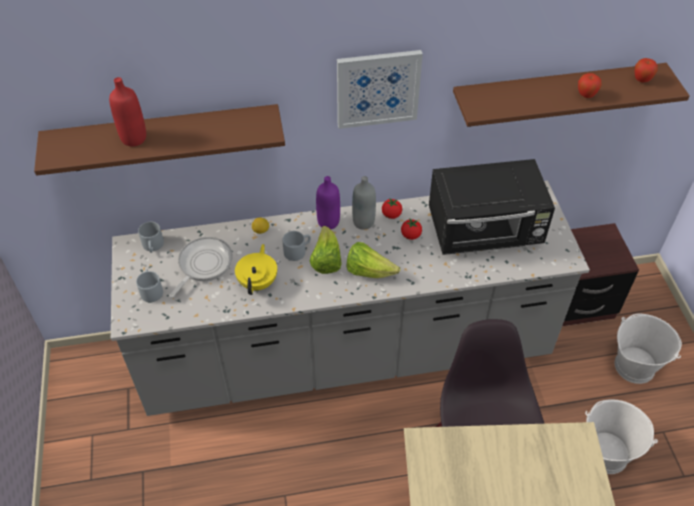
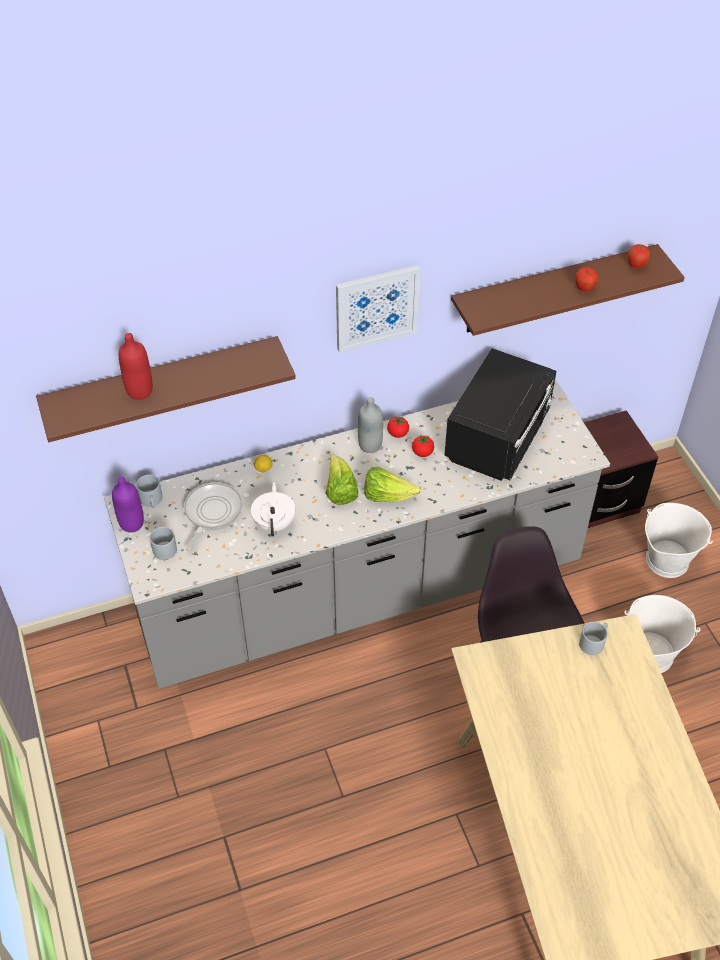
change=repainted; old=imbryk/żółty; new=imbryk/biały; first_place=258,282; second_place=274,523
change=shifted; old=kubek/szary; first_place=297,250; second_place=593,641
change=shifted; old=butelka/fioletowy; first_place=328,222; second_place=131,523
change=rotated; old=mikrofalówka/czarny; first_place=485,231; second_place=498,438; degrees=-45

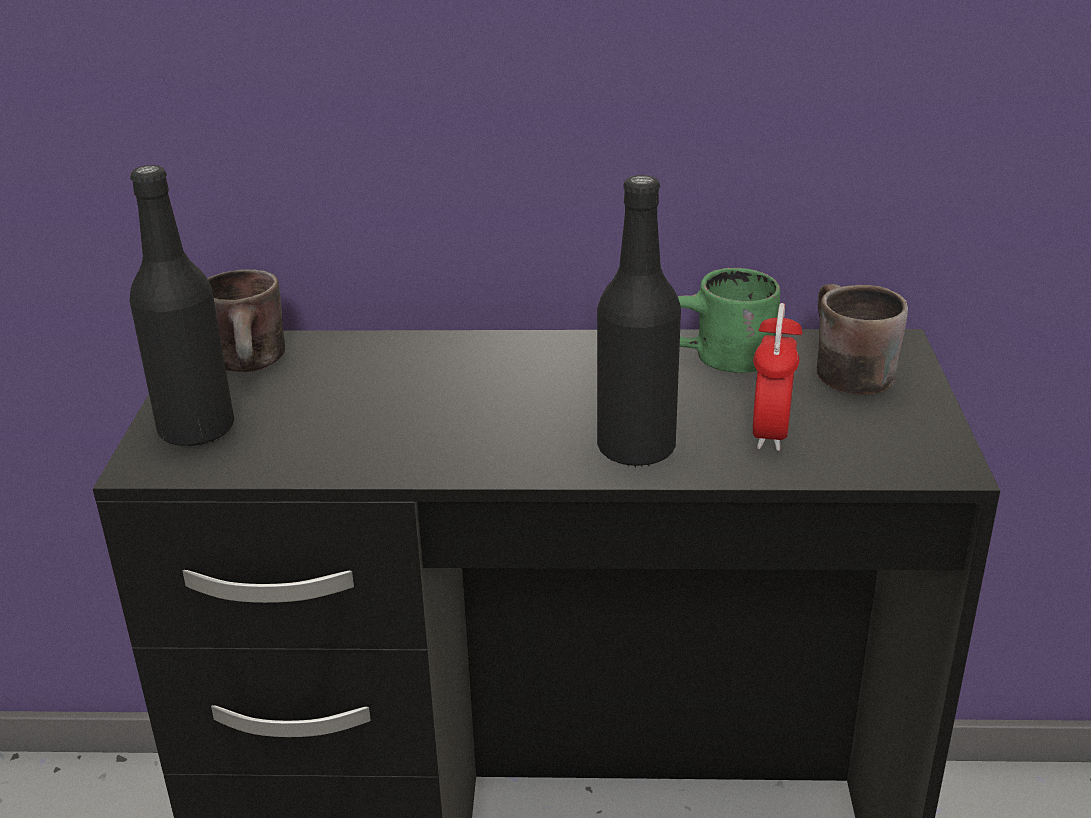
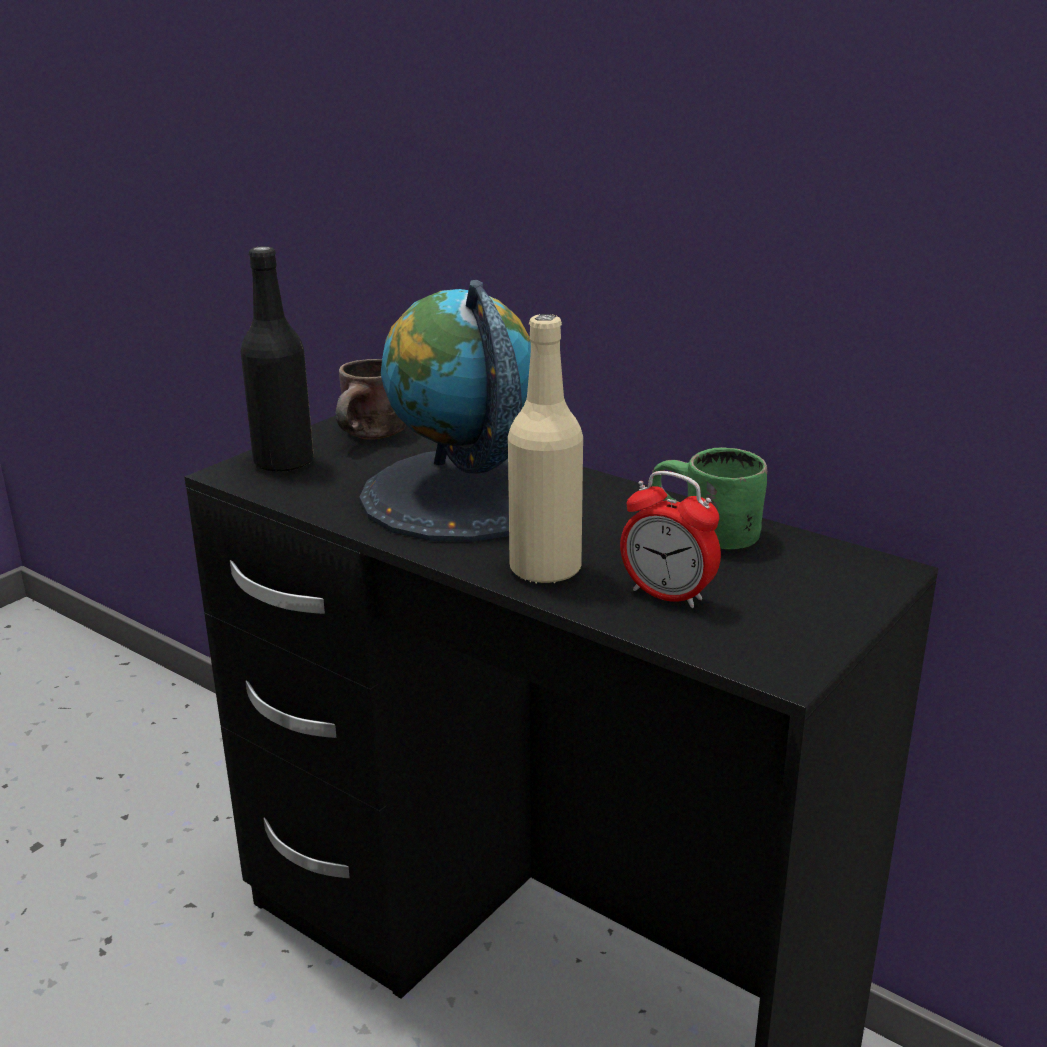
change=repainted; old=butelka/czarny; new=butelka/beżowy; first_place=636,448; second_place=545,569
change=rotated; old=budzik; first_place=770,432; second_place=668,595; degrees=-105
change=gone; old=kubek/brązowy; first_place=840,371
change=new; new=globus; second_place=462,495

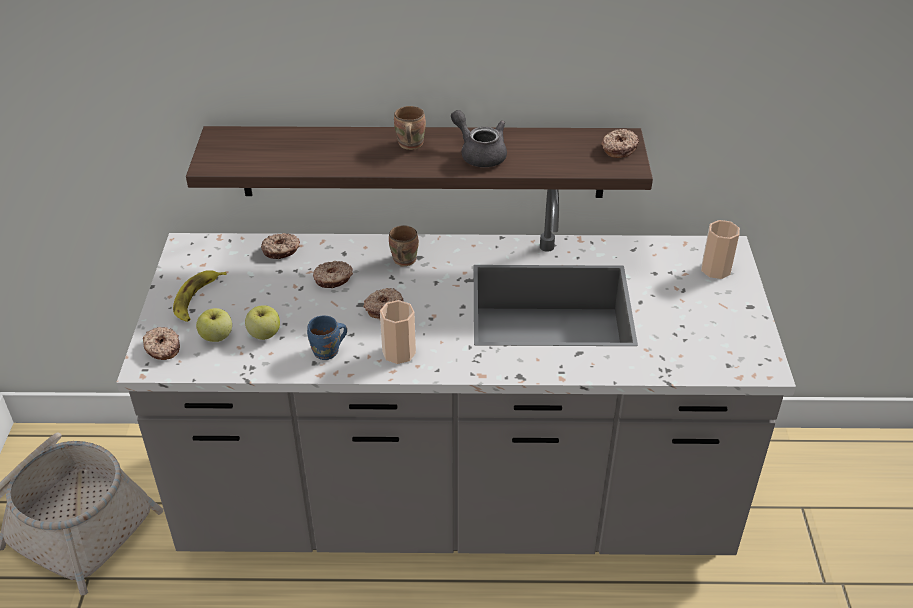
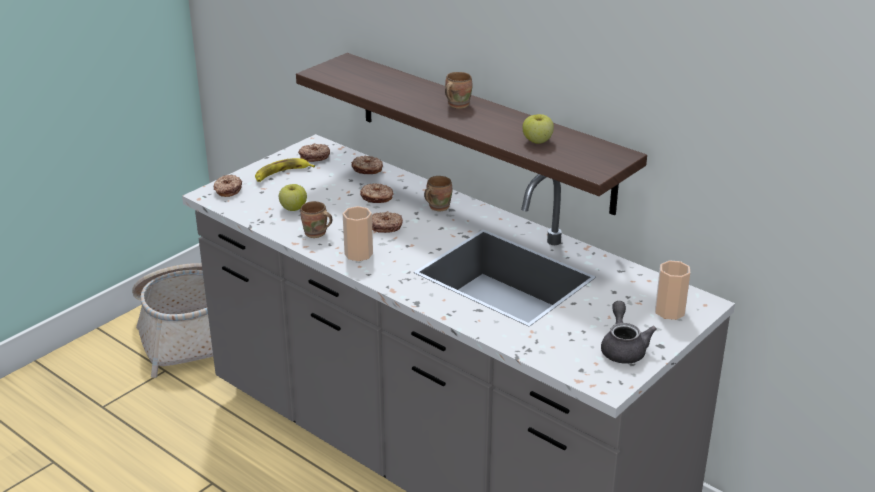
change=shifted; old=jabłko; first_place=217,337; second_place=537,141
change=repainted; old=kubek/niebieski; new=kubek/brązowy; first_place=328,352; second_place=316,234
change=shifted; old=imbryk/szary; first_place=479,154; second_place=623,348
change=shifted; old=donut; first_place=618,148; second_place=314,156

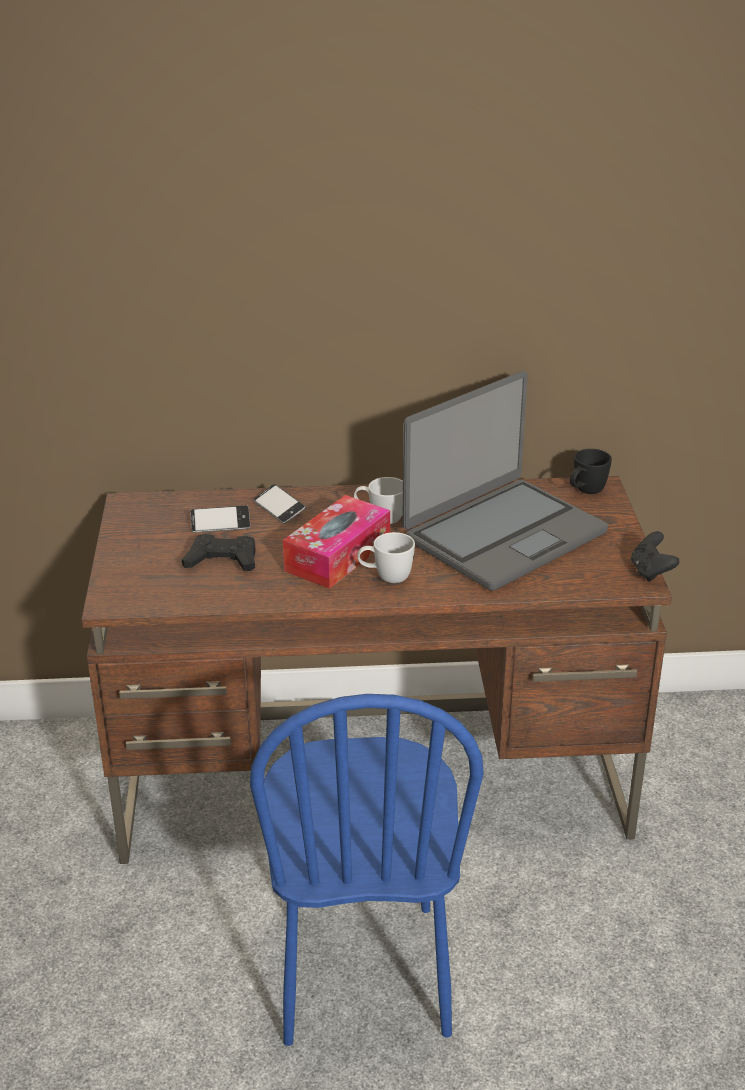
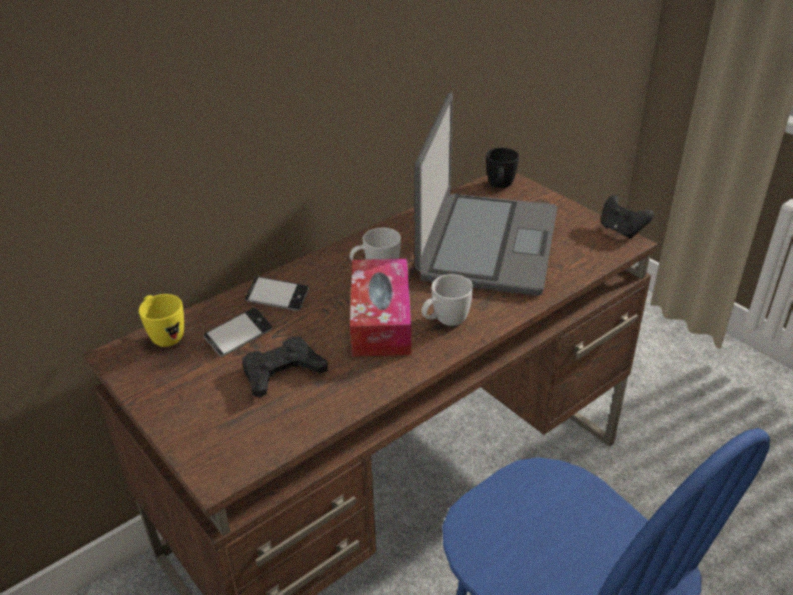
change=new; new=kubek/żółty; second_place=164,335

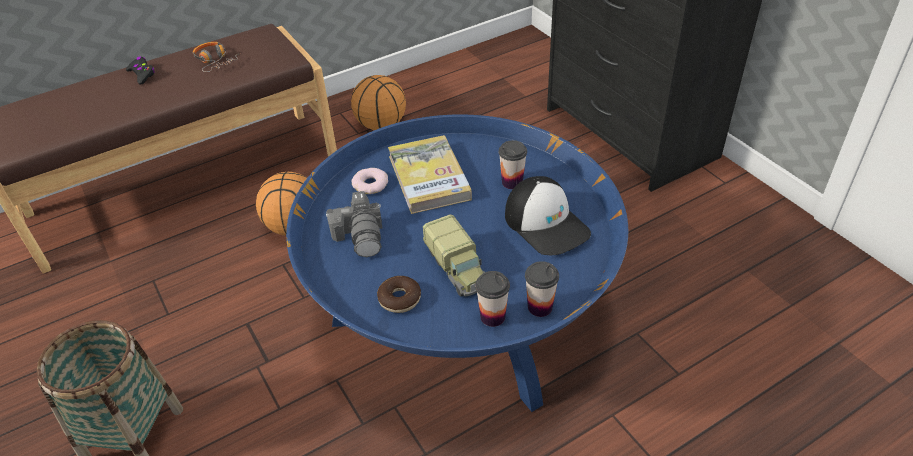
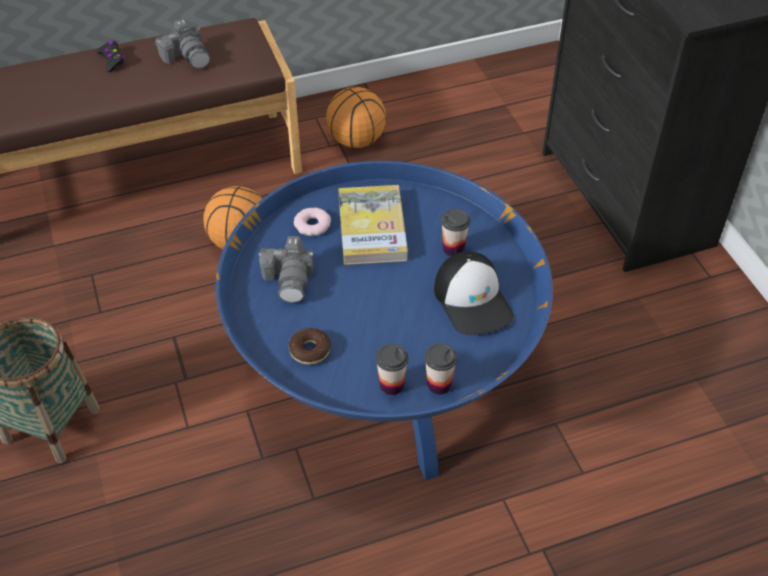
change=swapped; old=słuchawki; new=aparat fotograficzny; first_place=215,61; second_place=187,56
change=gone; old=ciężarówka zabawkowa; first_place=457,268

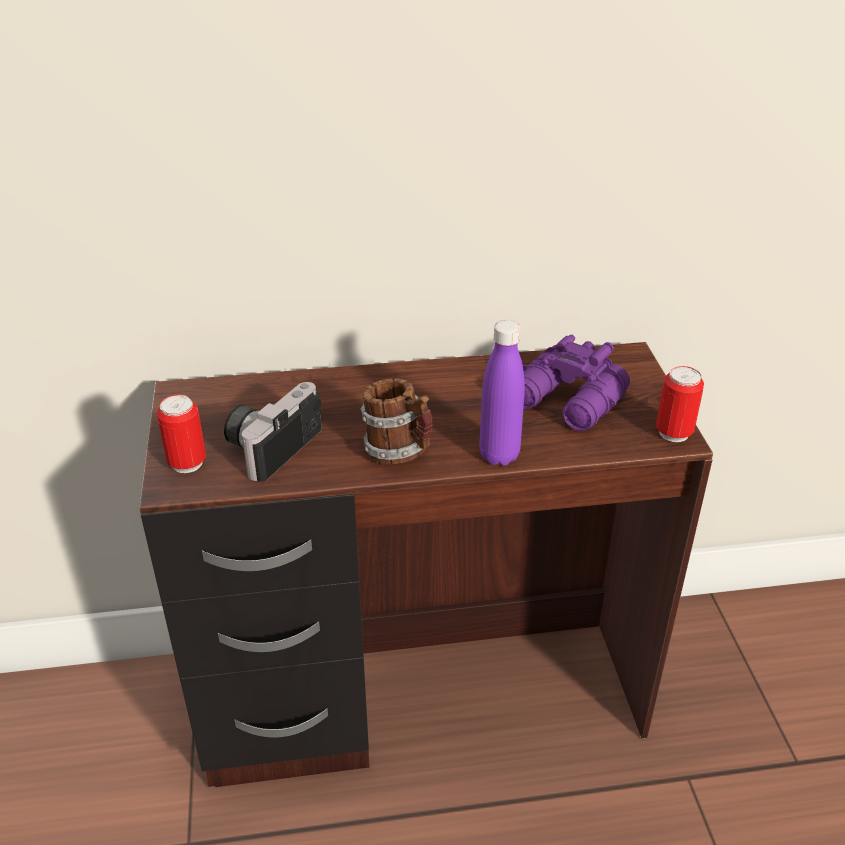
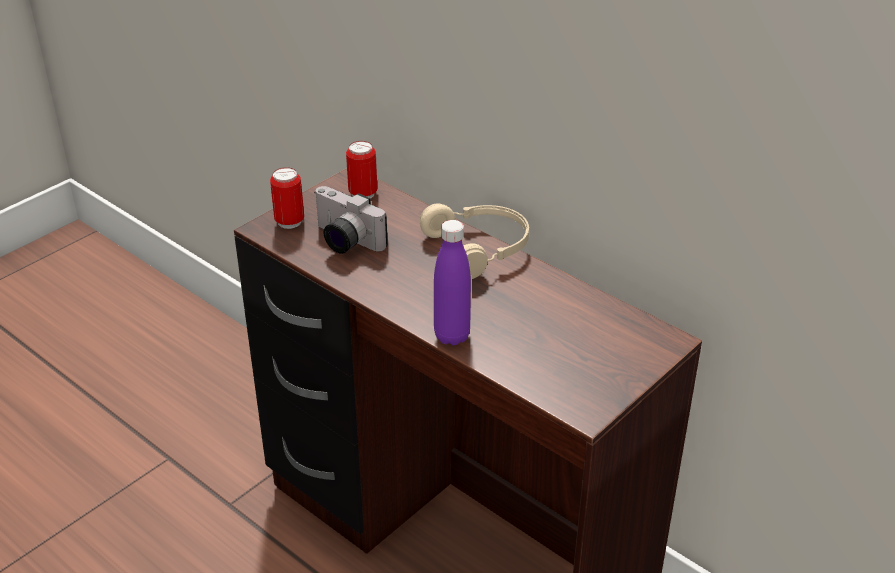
change=rotated; old=aparat fotograficzny; first_place=271,445; second_place=343,241; degrees=-135
change=gone; old=kubek; first_place=400,452
change=gone; old=lornetka/fioletowy; first_place=568,403
change=shifted; old=puszka; first_place=673,433; second_place=363,194
change=new; new=słuchawki/beżowy; second_place=480,248

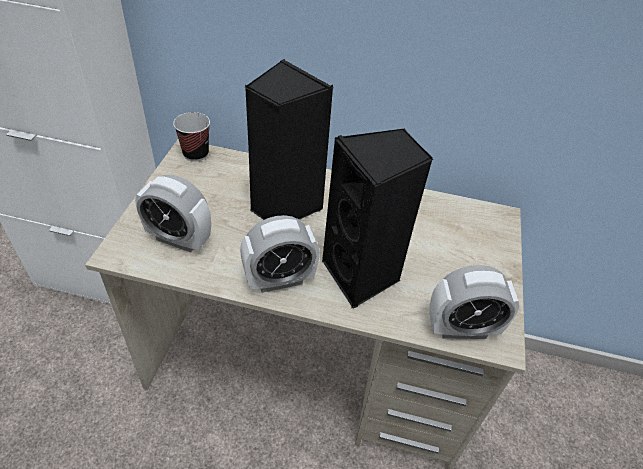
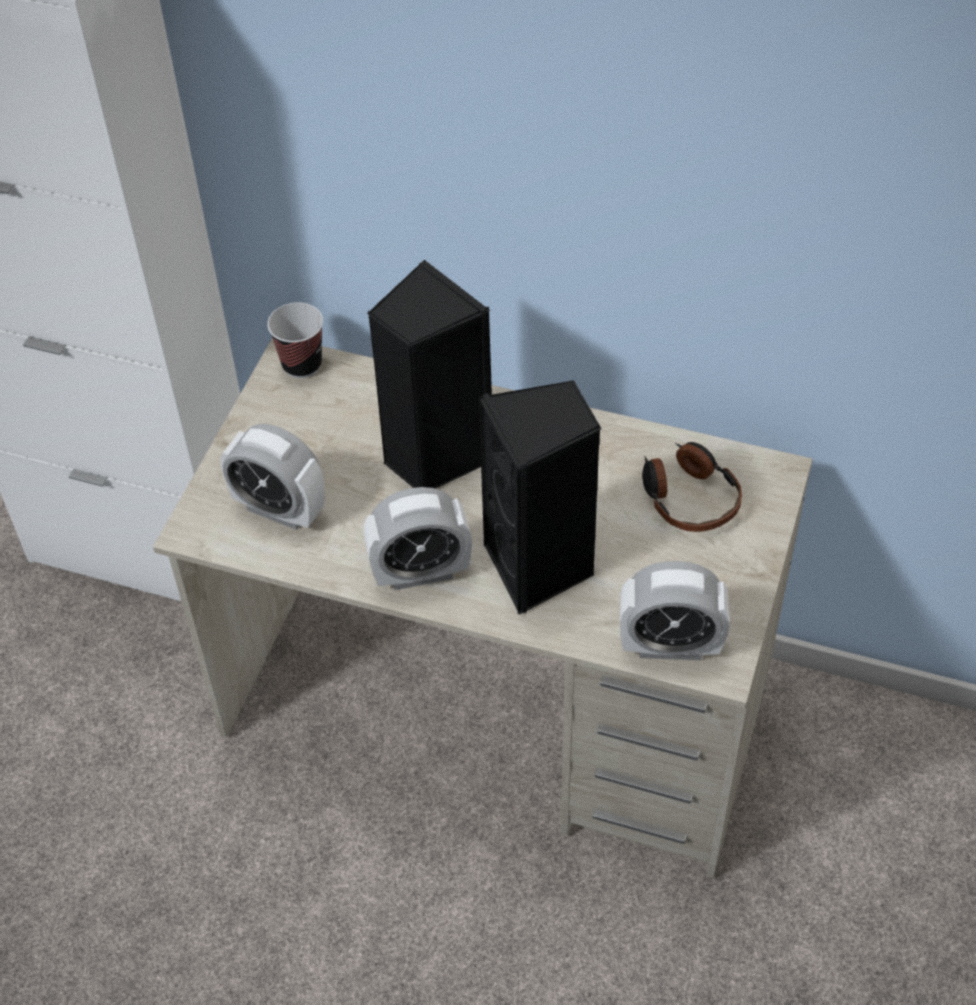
change=new; new=słuchawki; second_place=688,497

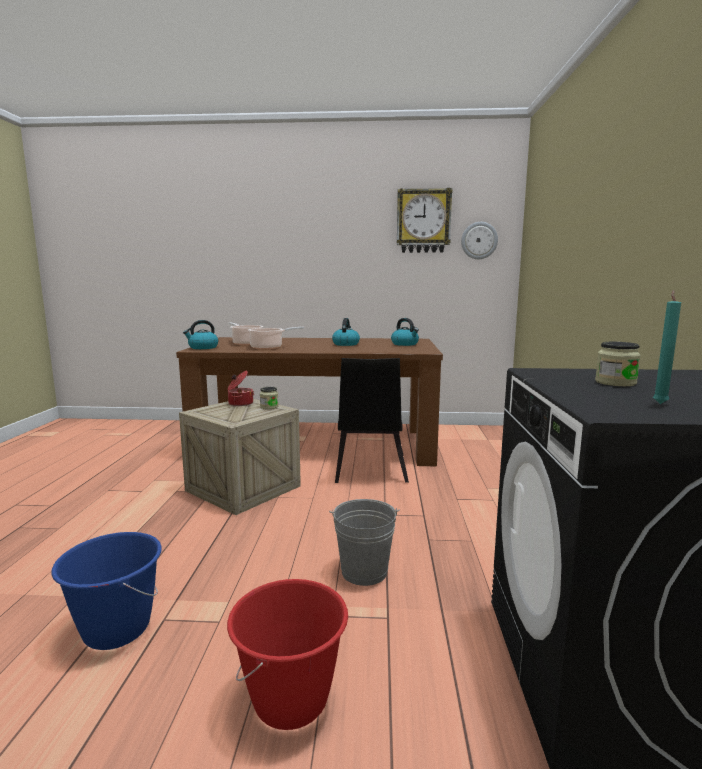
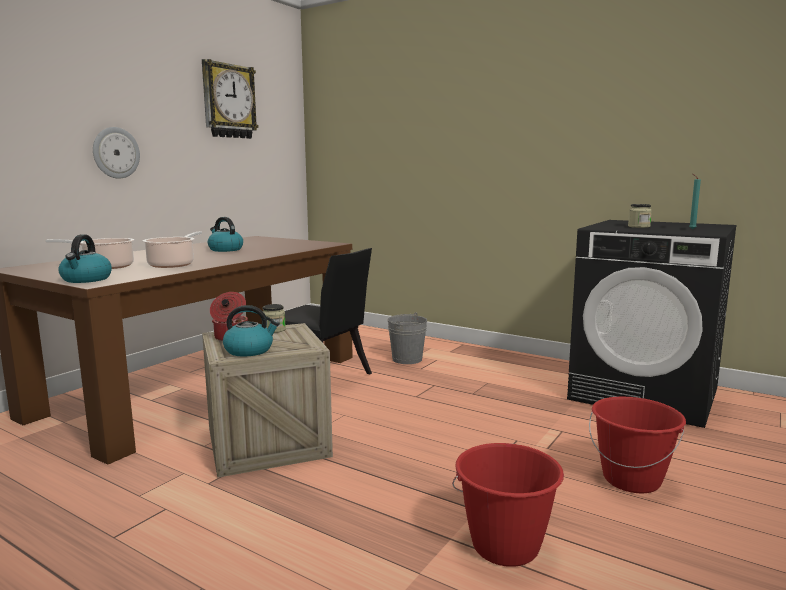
change=repainted; old=wiadro/niebieski; new=wiadro/czerwony; first_place=116,629; second_place=505,547
change=shifted; old=wiadro/szary; first_place=364,571; second_place=407,359
change=shifted; old=czajnik; first_place=405,344; second_place=249,350
change=shifted; old=zegar ścienny; first_place=479,240; second_place=116,153

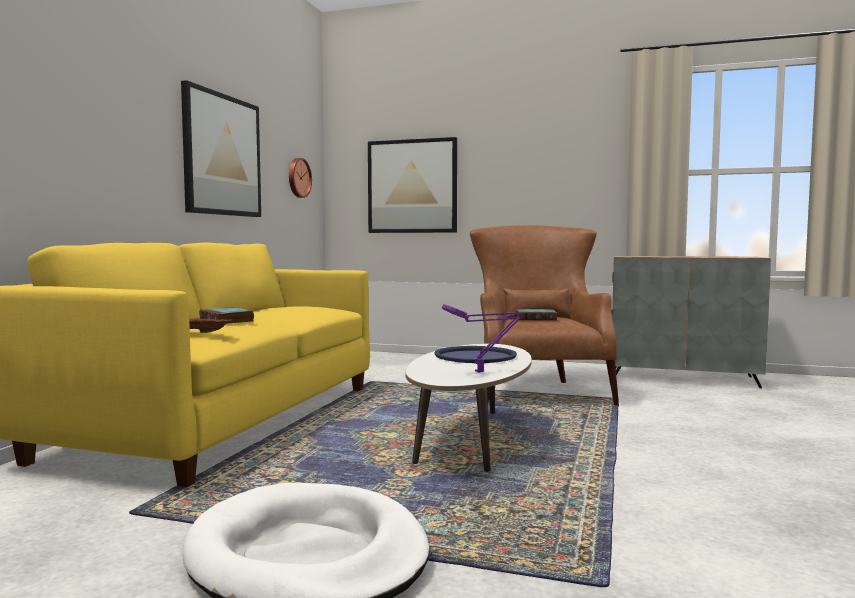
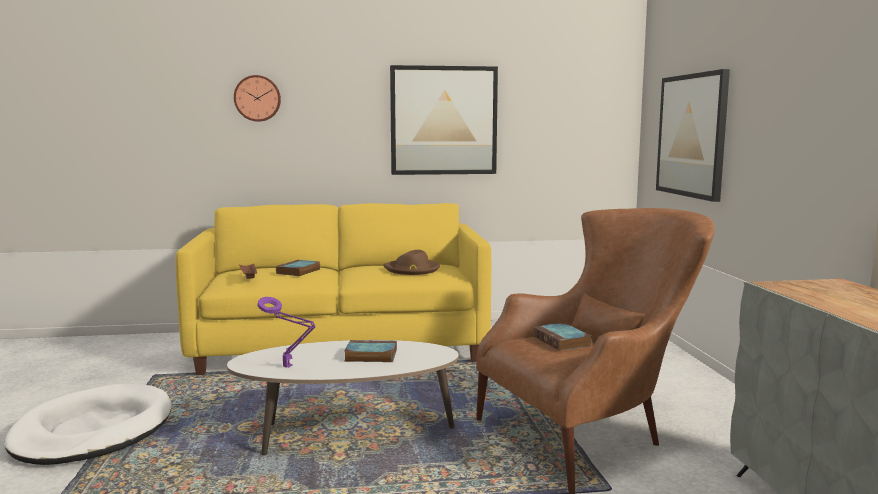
change=shifted; old=zegar ścienny; first_place=298,178; second_place=257,98
change=swapped; old=taca/niebieski; new=książka; first_place=475,356; second_place=369,356
change=new; new=kapelusz/brązowy; second_place=412,269

